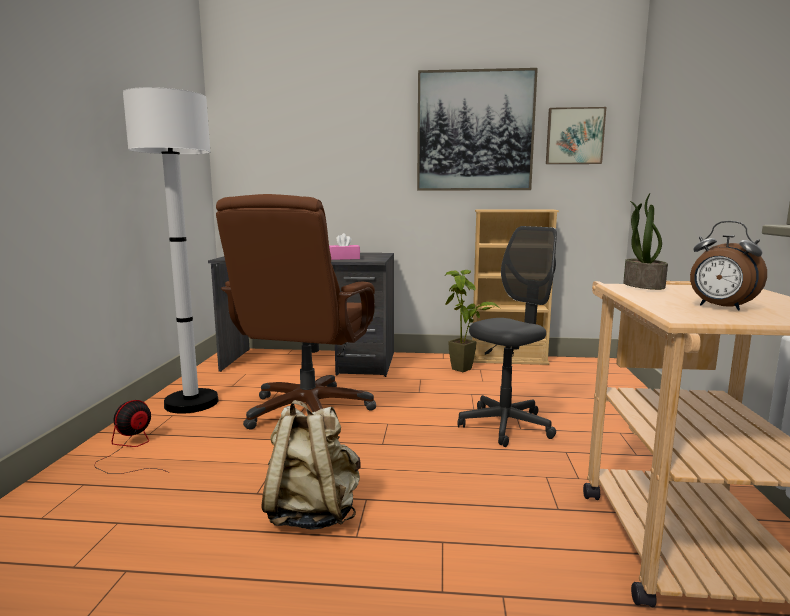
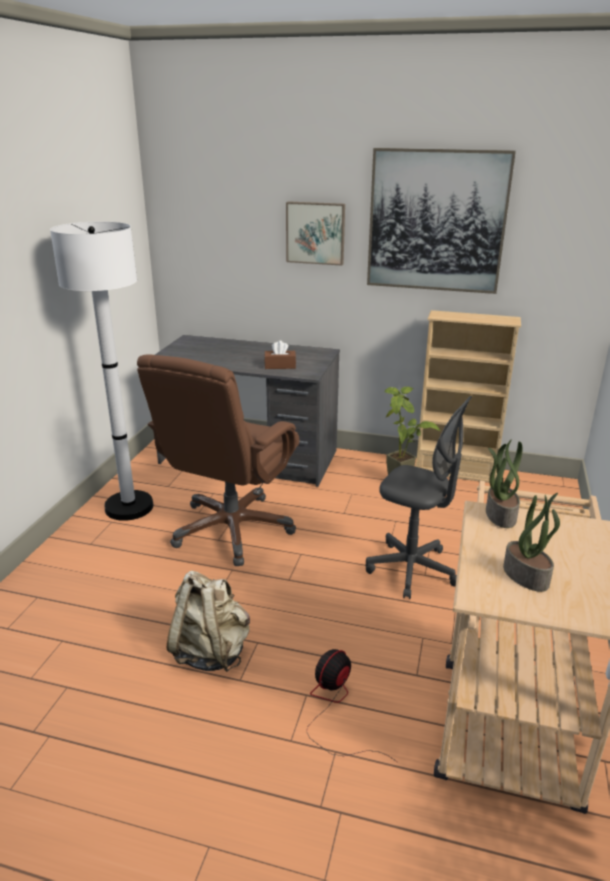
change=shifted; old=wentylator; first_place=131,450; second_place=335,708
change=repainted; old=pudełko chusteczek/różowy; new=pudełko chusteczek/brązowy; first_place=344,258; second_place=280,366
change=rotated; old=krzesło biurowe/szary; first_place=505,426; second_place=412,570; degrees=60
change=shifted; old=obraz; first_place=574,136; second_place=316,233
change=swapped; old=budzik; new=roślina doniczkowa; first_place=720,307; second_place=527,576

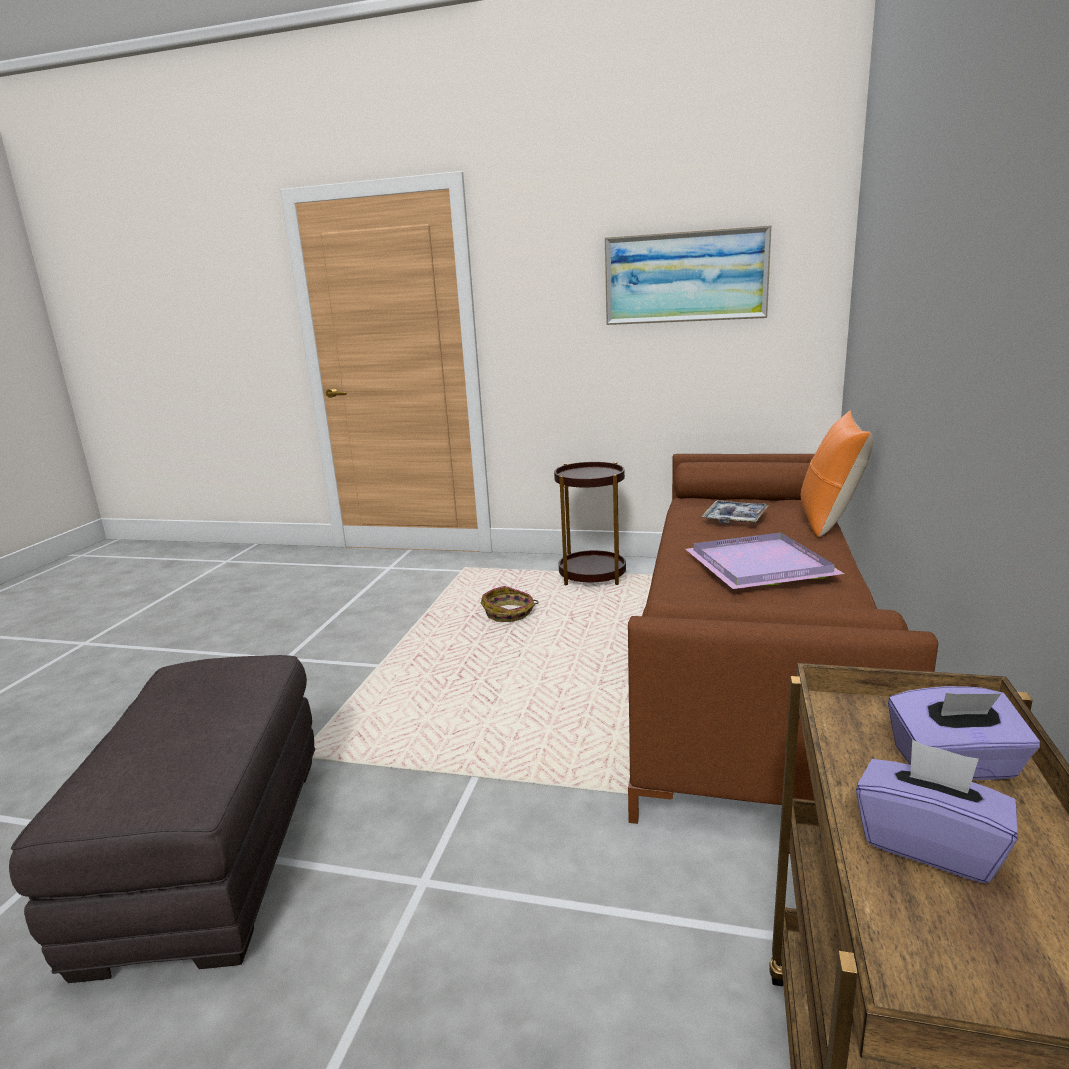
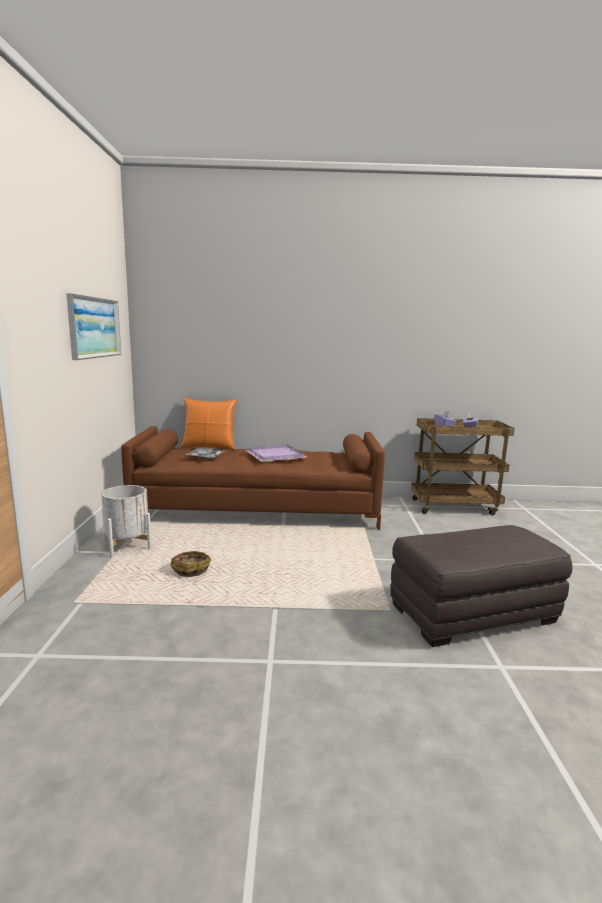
change=swapped; old=stolik/brązowy; new=donica/biały; first_place=592,576; second_place=127,546

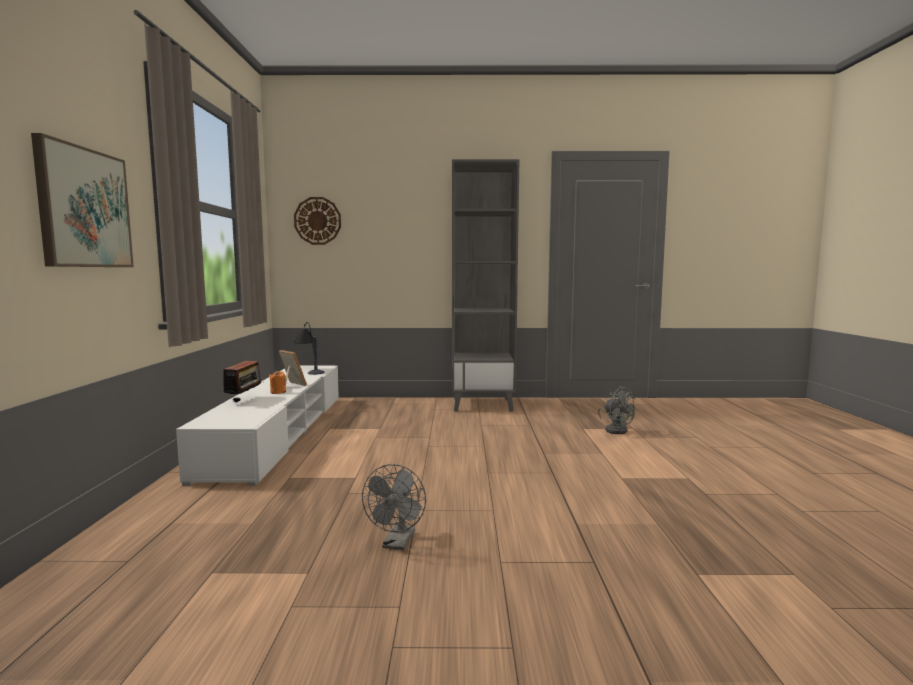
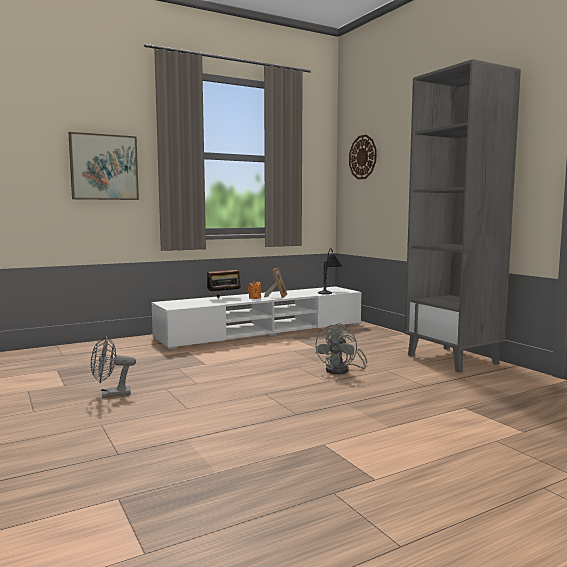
change=shifted; old=wentylator/szary; first_place=615,429; second_place=342,370

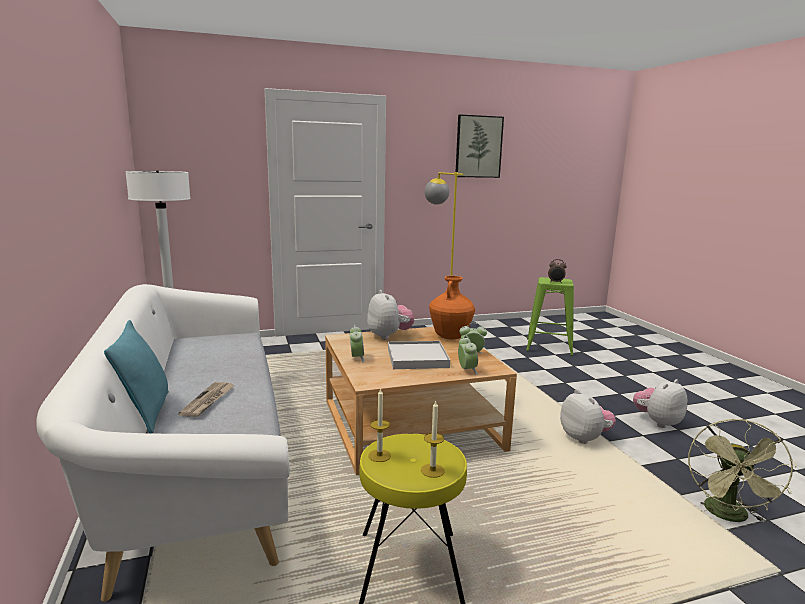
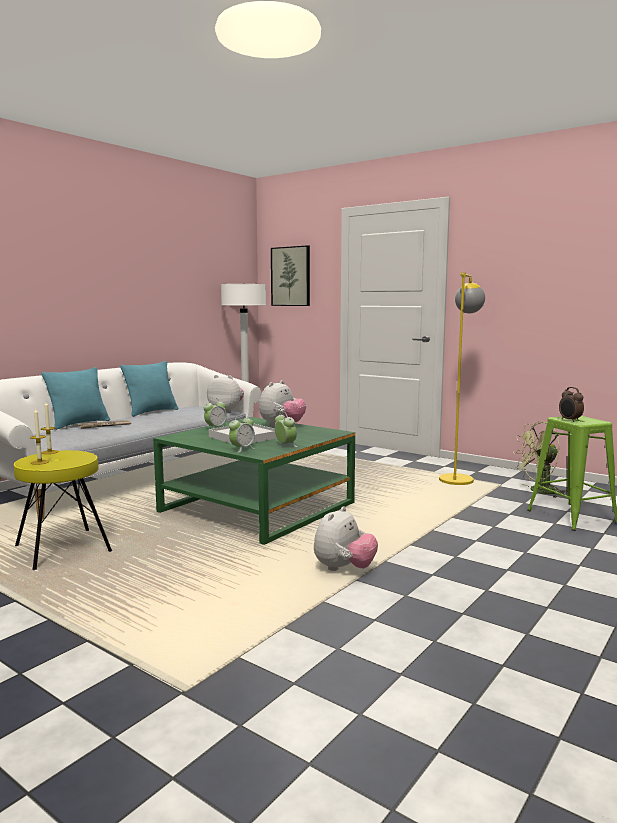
change=repainted; old=ława/beżowy; new=ława/zielony; first_place=410,425; second_place=257,508
change=gone; old=wazon/pomarańczowy; first_place=450,337
change=shifted; old=obraz; first_place=478,147; second_place=291,276
change=shifted; old=pluszak; first_place=657,422; second_place=226,411
change=shifted; old=wentylator/zielony; first_place=729,516; second_place=539,491
change=new; new=poduszka/turkusowy; second_place=151,412

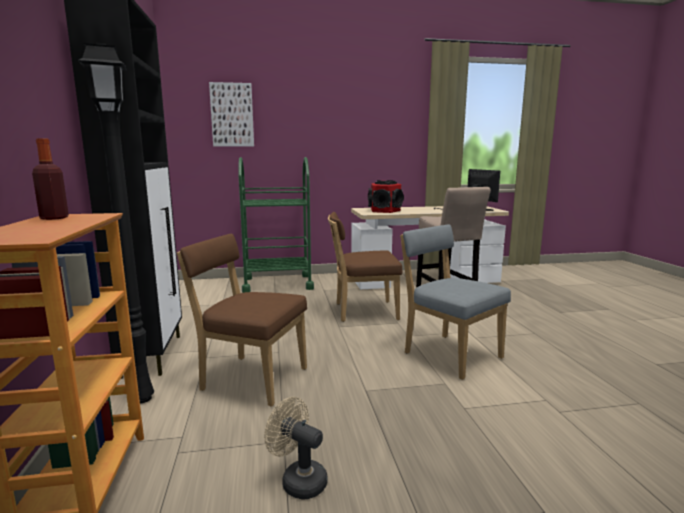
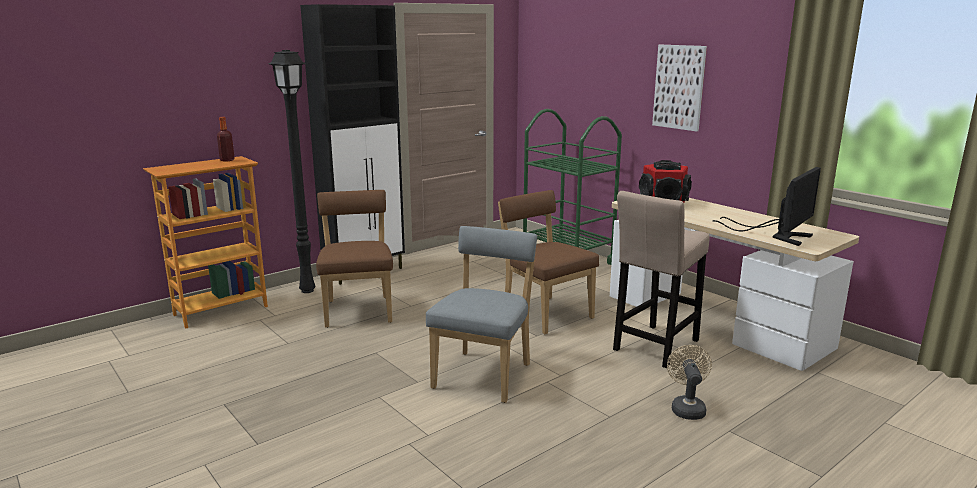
change=shifted; old=obraz; first_place=232,115; second_place=679,87
change=shifted; old=wentylator/beżowy; first_place=298,480; second_place=687,408

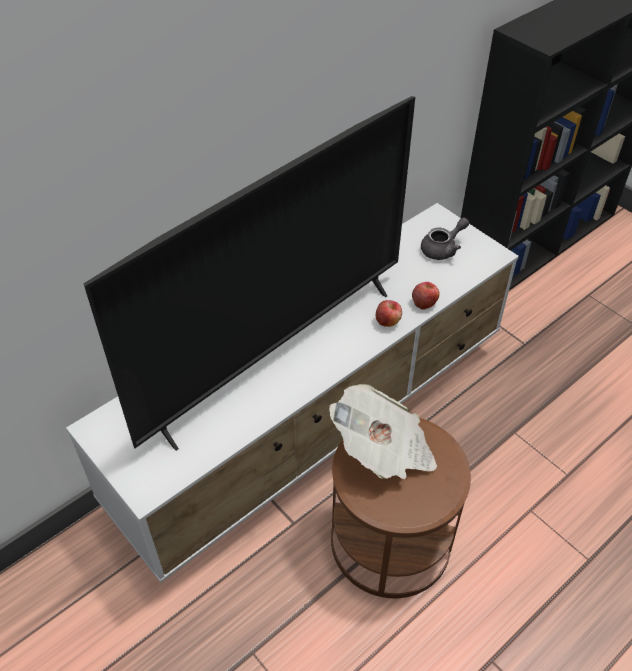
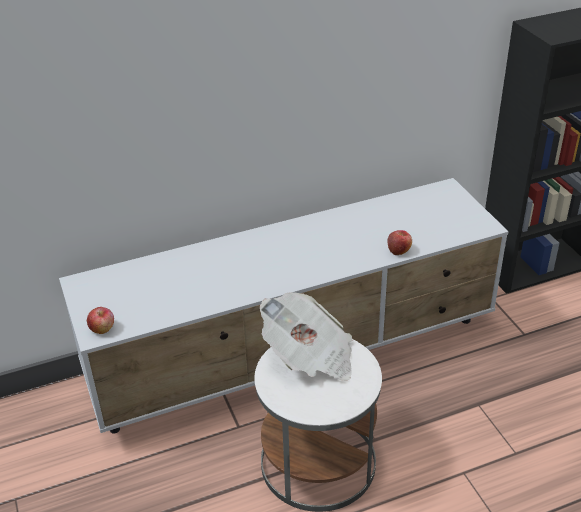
change=gone; old=telewizor; first_place=276,355
change=repainted; old=stolik/brązowy; new=stolik/biały; first_place=390,539; second_place=318,462
change=shifted; old=jabłko; first_place=388,321; second_place=102,329
change=gone; old=imbryk/szary; first_place=443,249

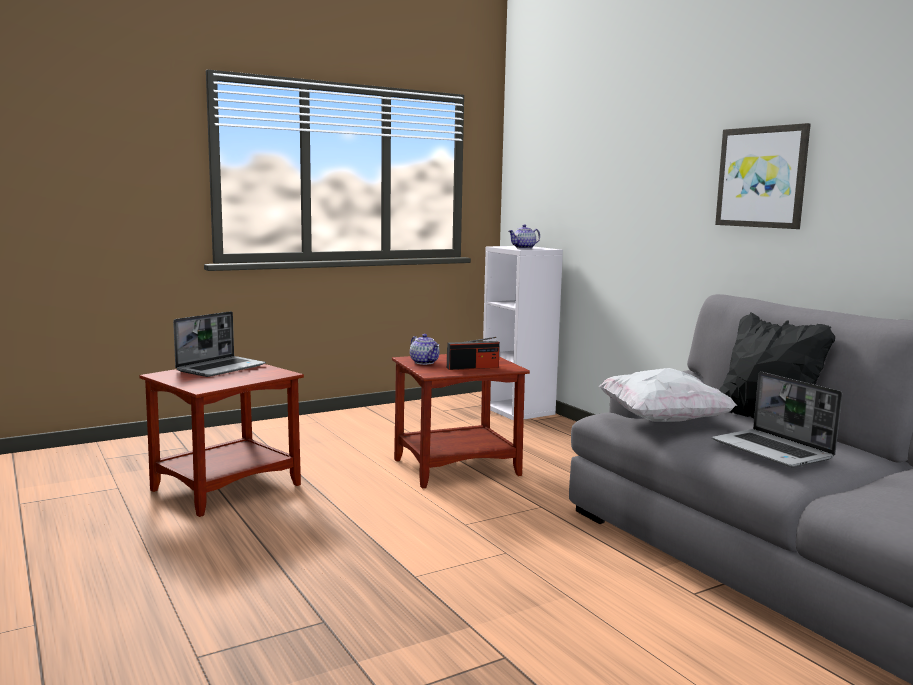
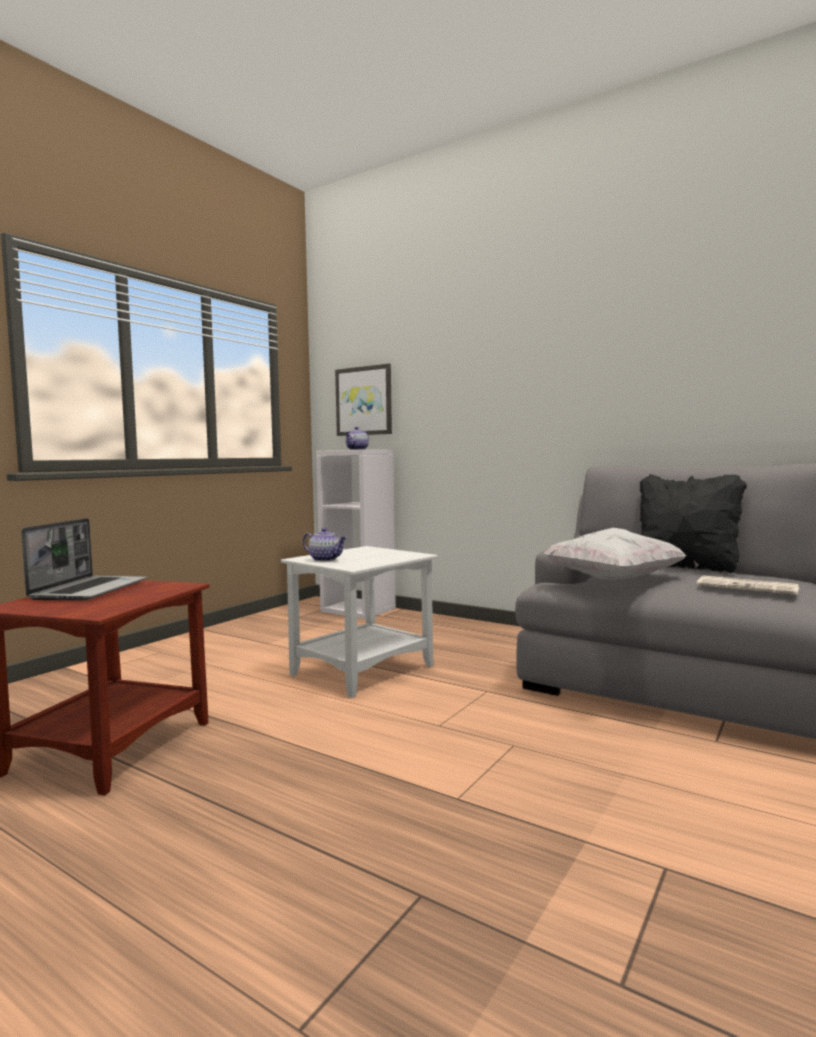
change=repainted; old=stolik/brązowy; new=stolik/biały; first_place=456,467; second_place=361,670
change=gone; old=radio; first_place=473,367
change=swapped; old=laptop; new=gazeta; first_place=773,450; second_place=748,587
change=shifted; old=obraz; first_place=762,177; second_place=364,401

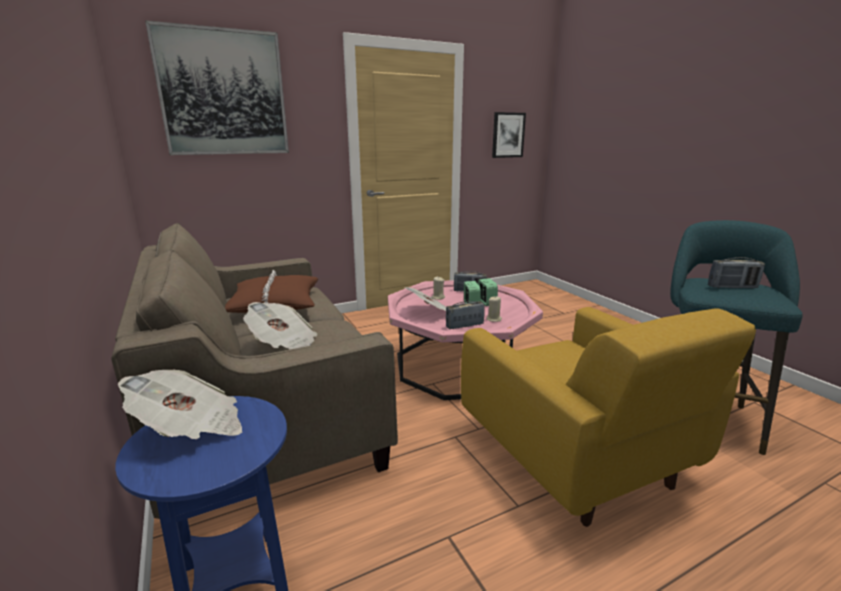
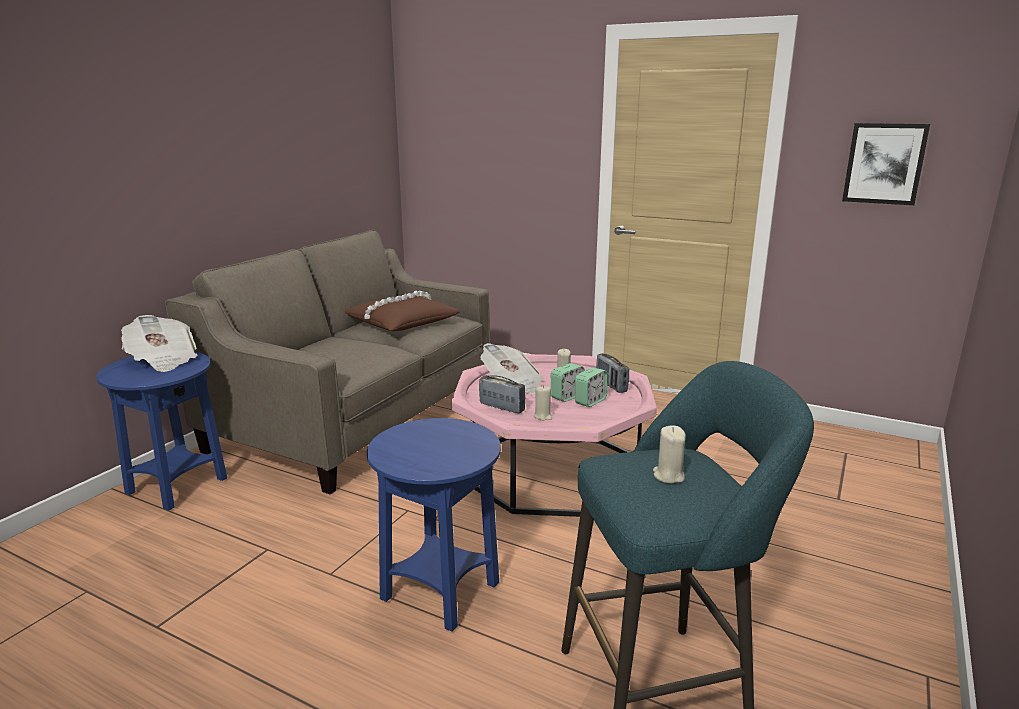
change=gone; old=obraz; first_place=223,93
change=gone; old=gazeta; first_place=284,344
change=swapped; old=fotel/żółty; new=stolik/niebieski; first_place=576,457; second_place=440,592
change=swapped; old=radio; new=świeca/beżowy; first_place=732,287; second_place=668,476

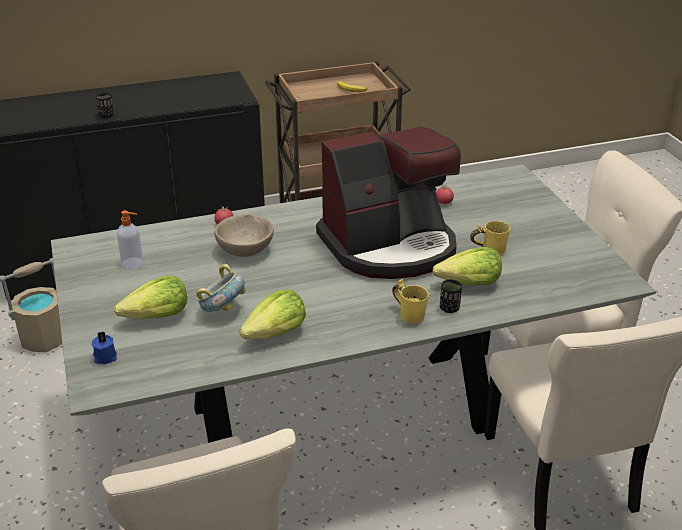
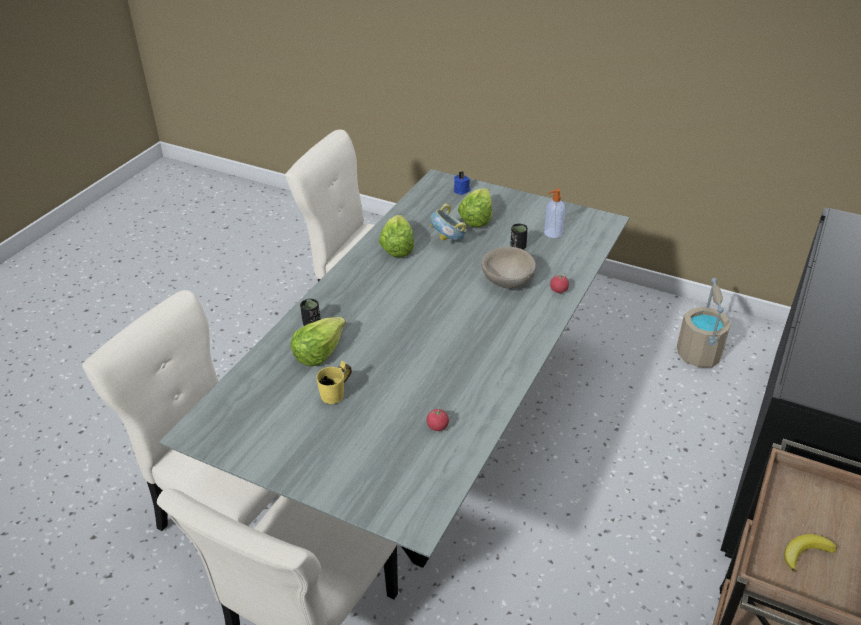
change=shifted; old=filiżanka/czarny; first_place=106,116; second_place=518,247
change=gone; old=ekspres do kawy; first_place=390,246
change=gone; old=kubek/żółty; first_place=410,314

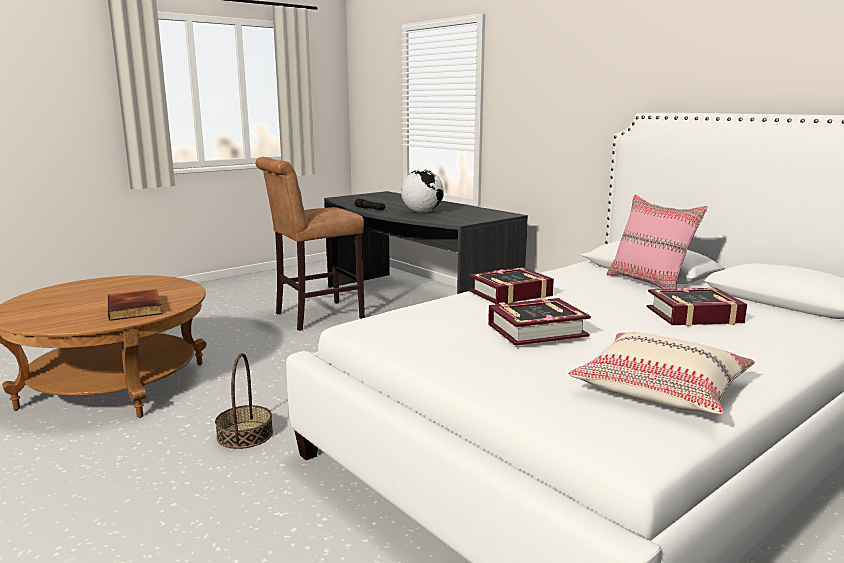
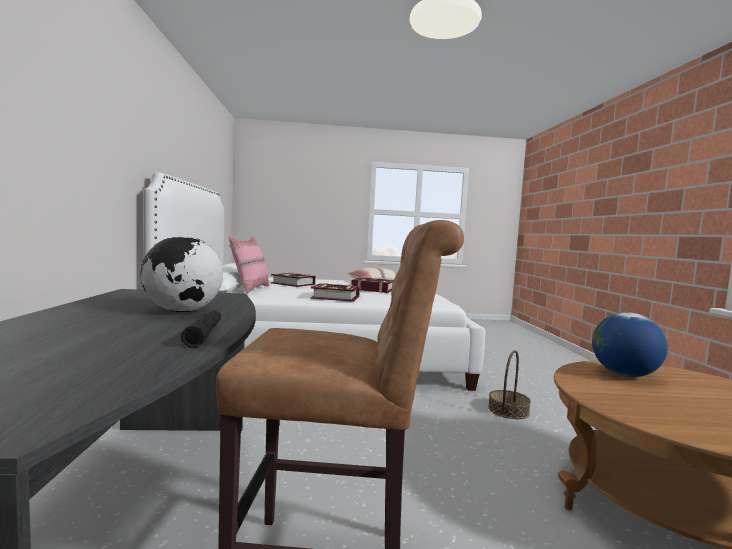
change=swapped; old=książka; new=globus; first_place=136,308; second_place=624,375

